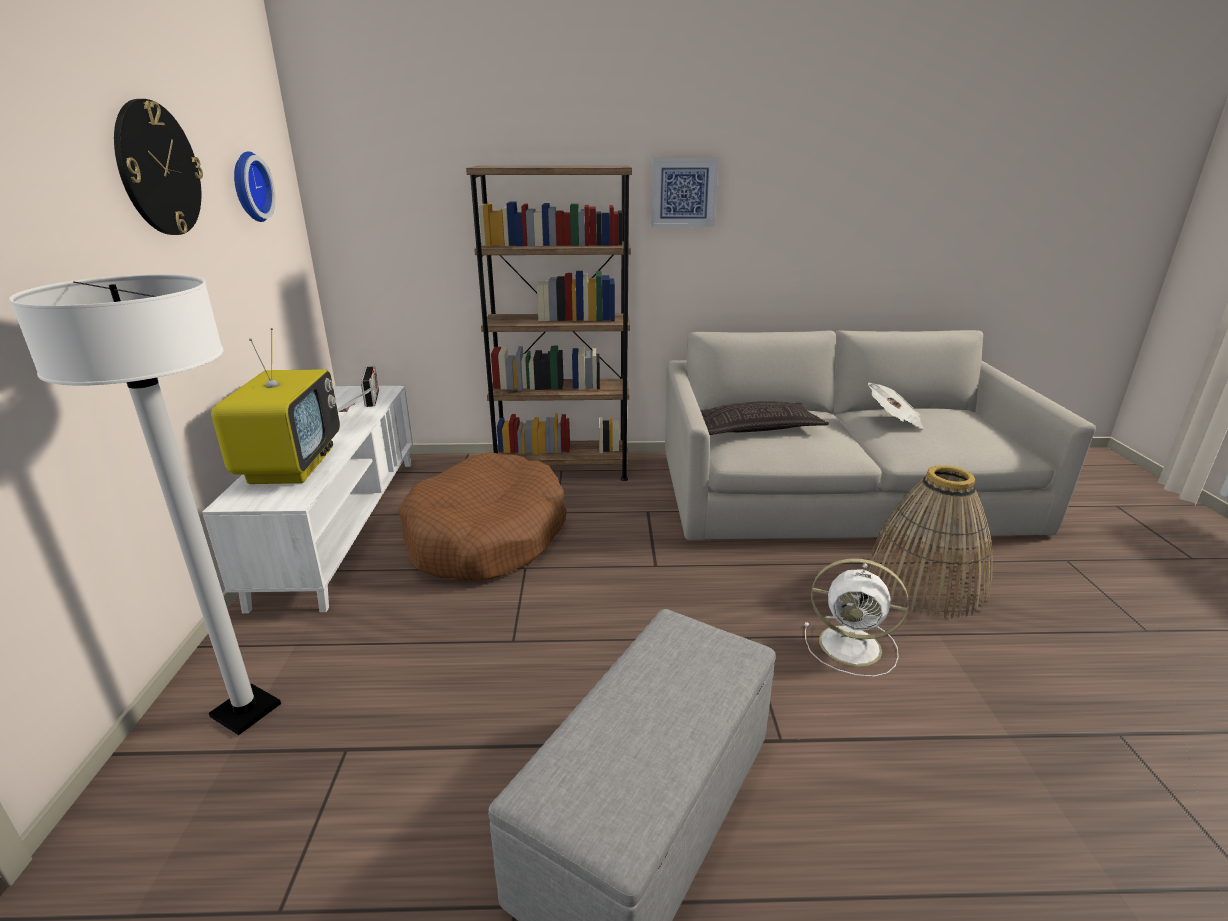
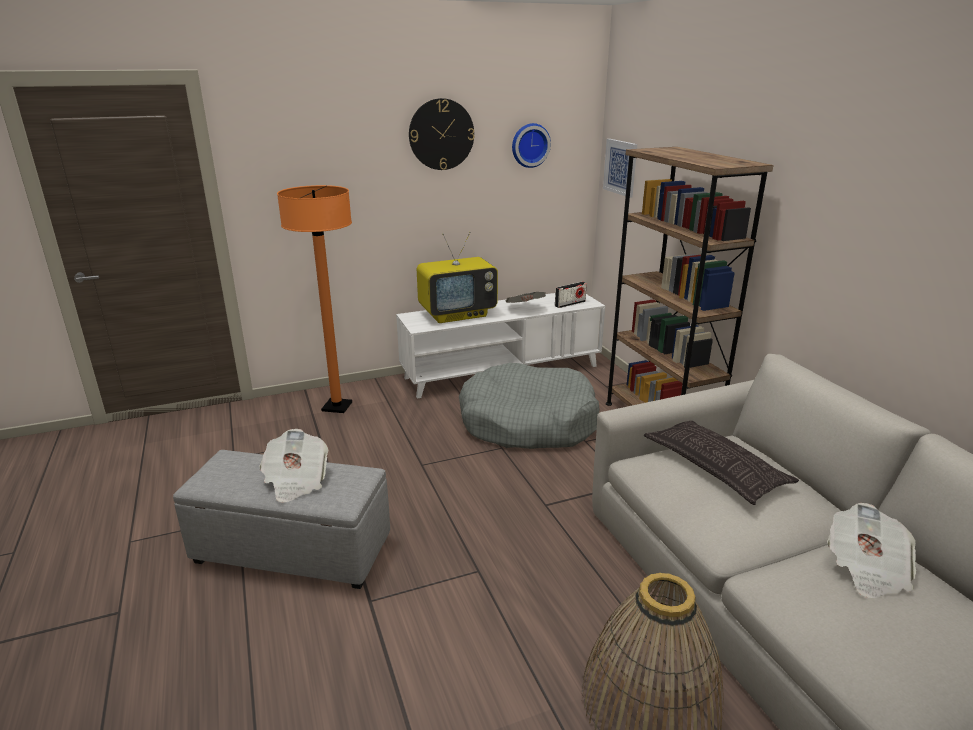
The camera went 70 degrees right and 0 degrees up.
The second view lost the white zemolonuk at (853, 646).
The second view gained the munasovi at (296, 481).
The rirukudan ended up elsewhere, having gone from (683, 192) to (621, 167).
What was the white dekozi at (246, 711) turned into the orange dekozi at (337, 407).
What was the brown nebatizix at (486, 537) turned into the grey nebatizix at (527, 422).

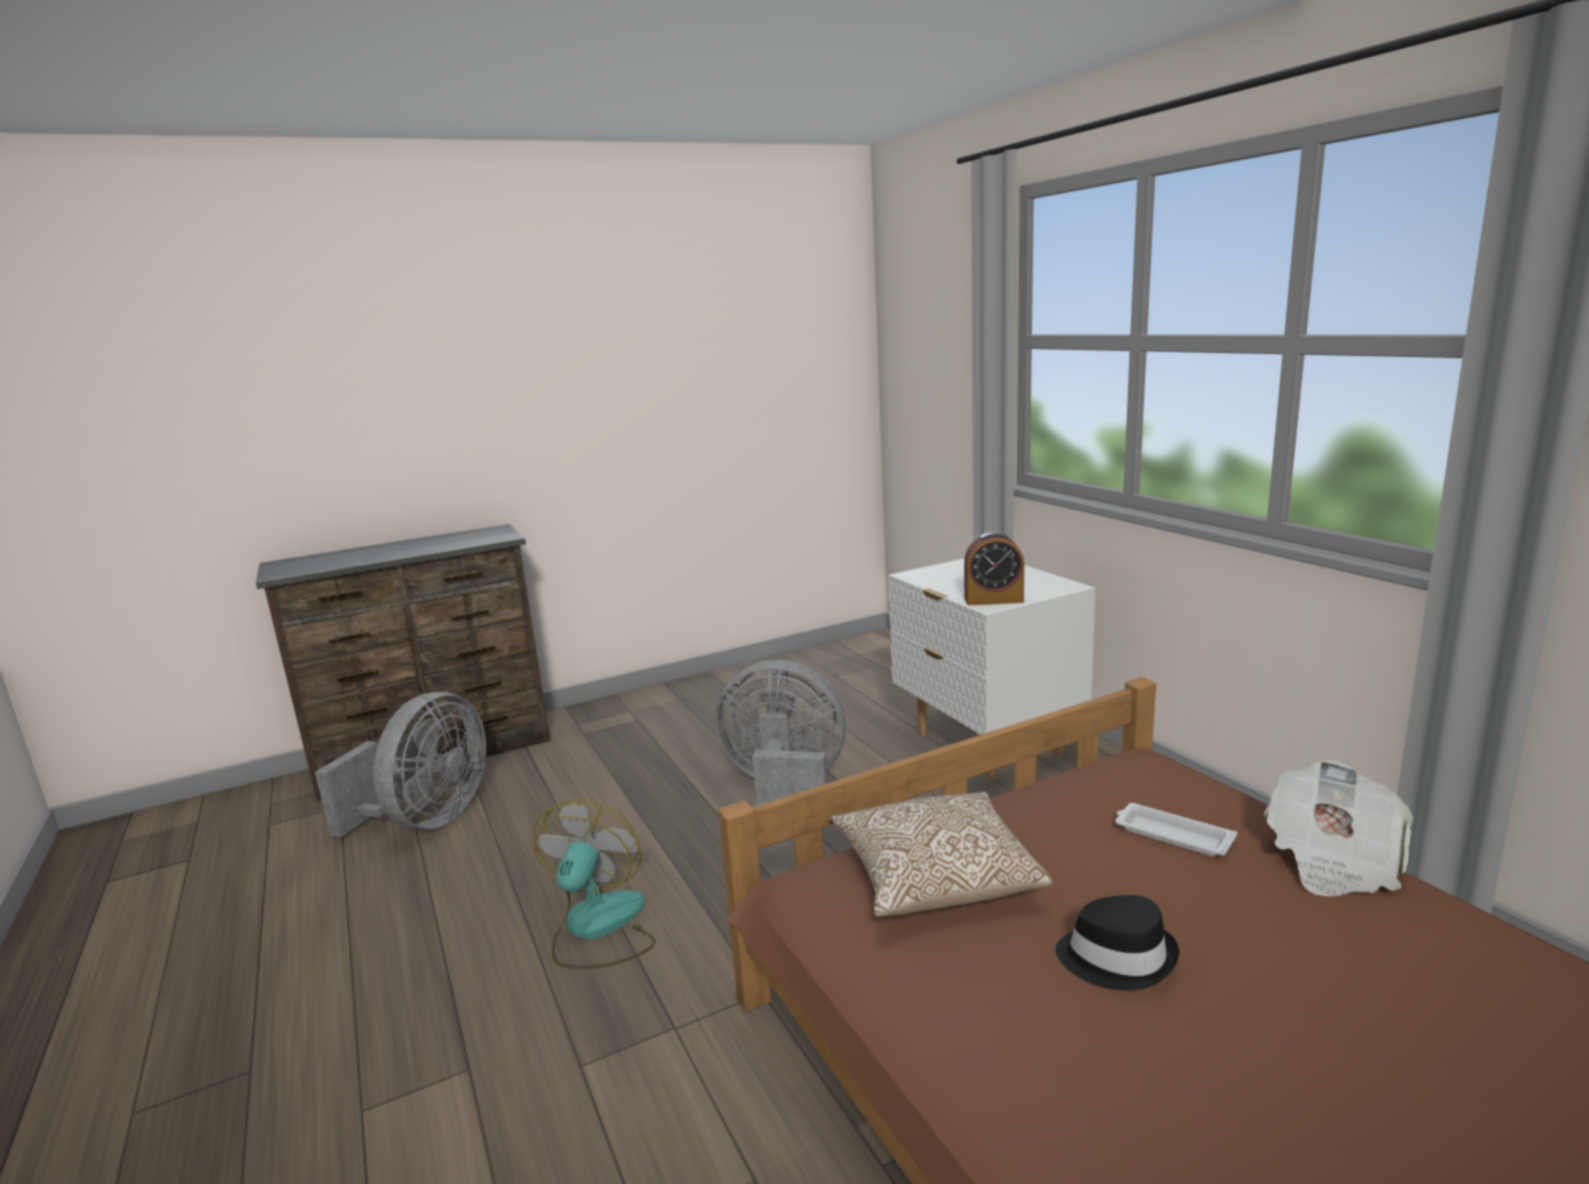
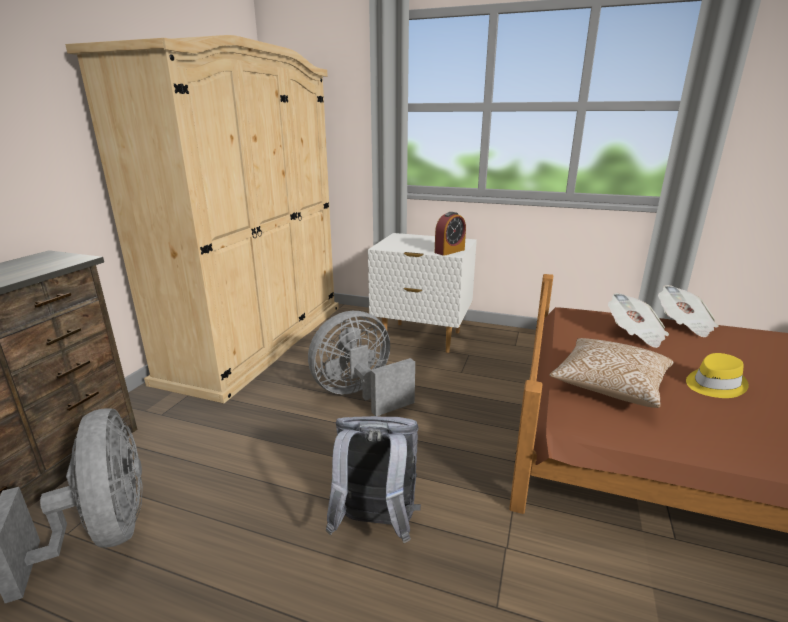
The camera went 45 degrees left and 5 degrees up.
The second view gained the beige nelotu at (258, 340).
Where the zemolonuk stood at (598, 928), the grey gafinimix came to stand at (375, 524).
Where the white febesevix stood at (1171, 835), the munasovi came to stand at (635, 334).
What was the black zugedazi at (1117, 957) turned into the yellow zugedazi at (713, 384).

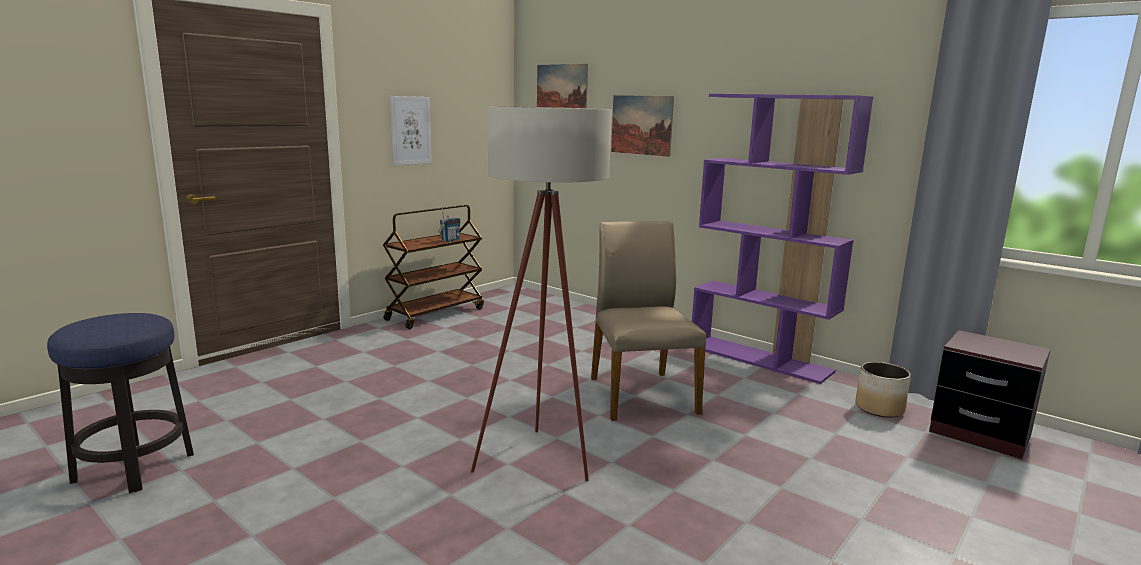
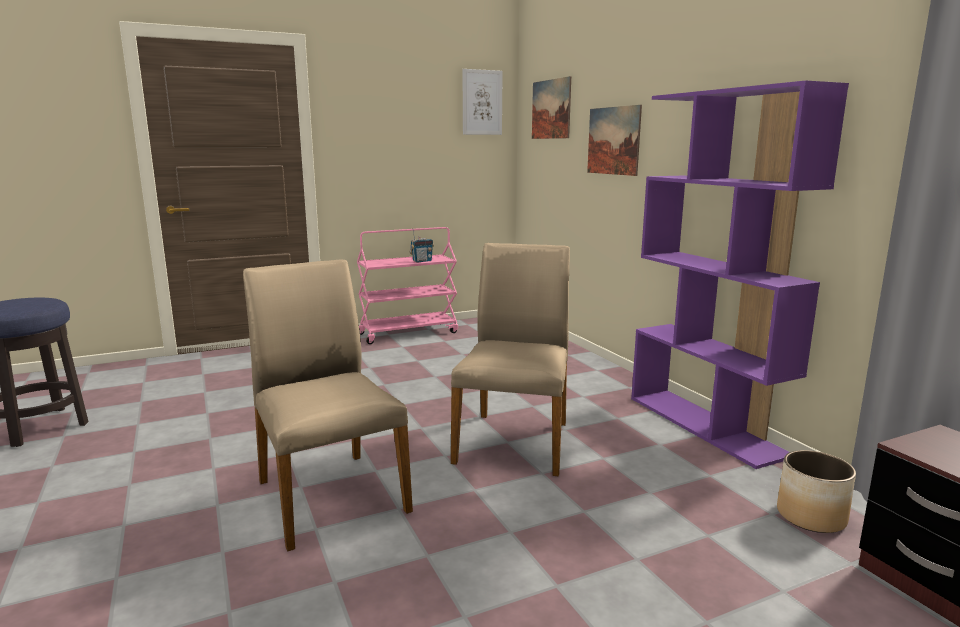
The camera went 25 degrees right and 0 degrees up.
The rirukudan ended up elsewhere, having gone from (410, 130) to (482, 102).
Where the beige dekozi stood at (542, 465), the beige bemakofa came to stand at (329, 495).
What was the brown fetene at (435, 314) turned into the pink fetene at (408, 333).

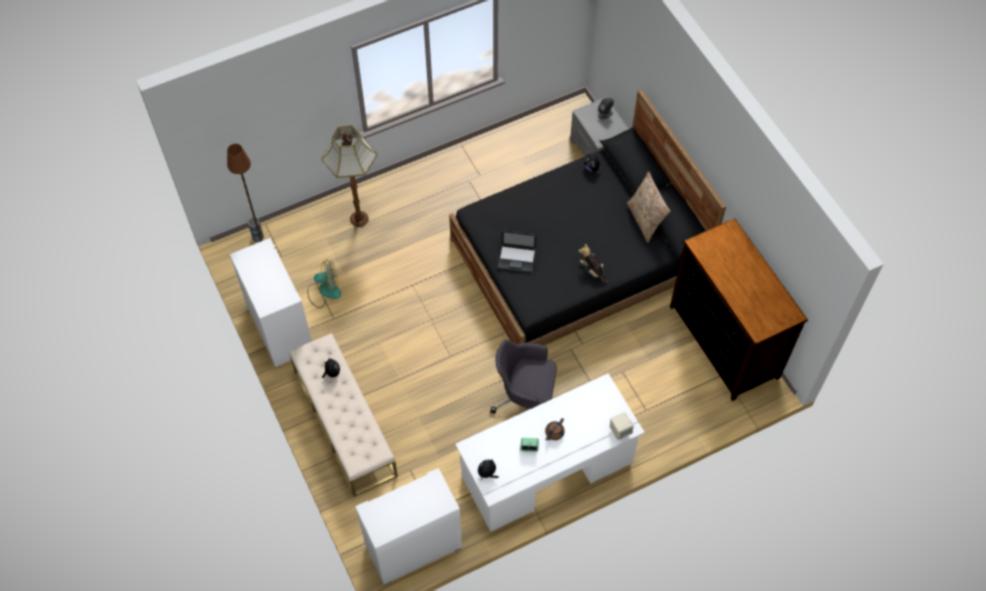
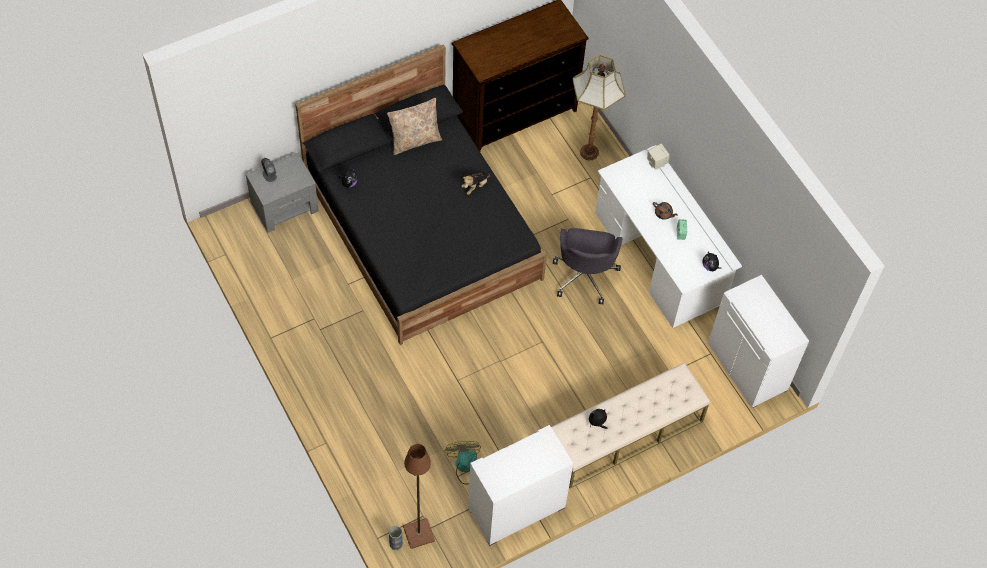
The camera went 95 degrees left and 0 degrees up.
The second view lost the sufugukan at (517, 258).
The dekozi ended up elsewhere, having gone from (360, 219) to (589, 151).

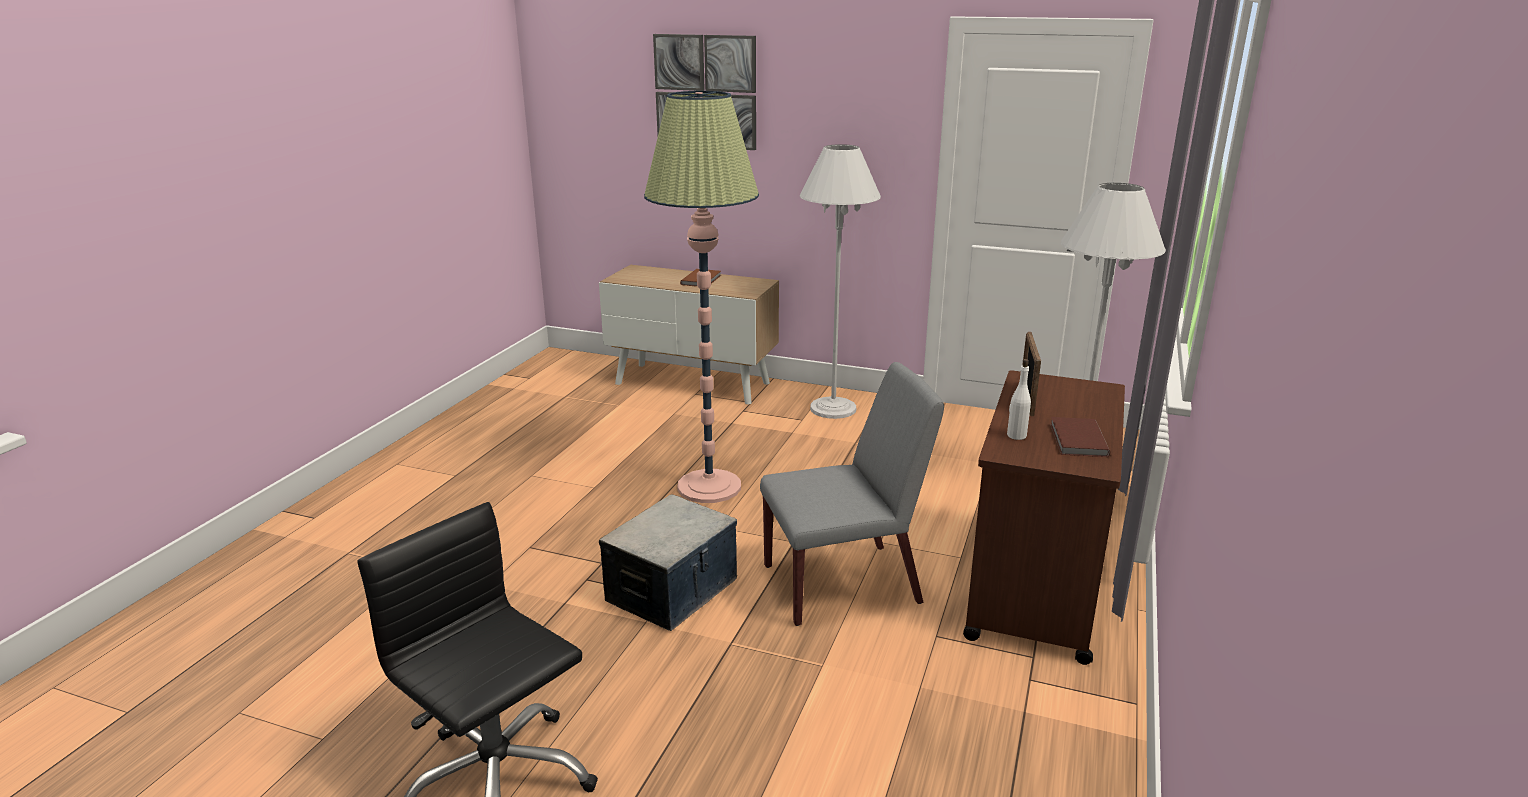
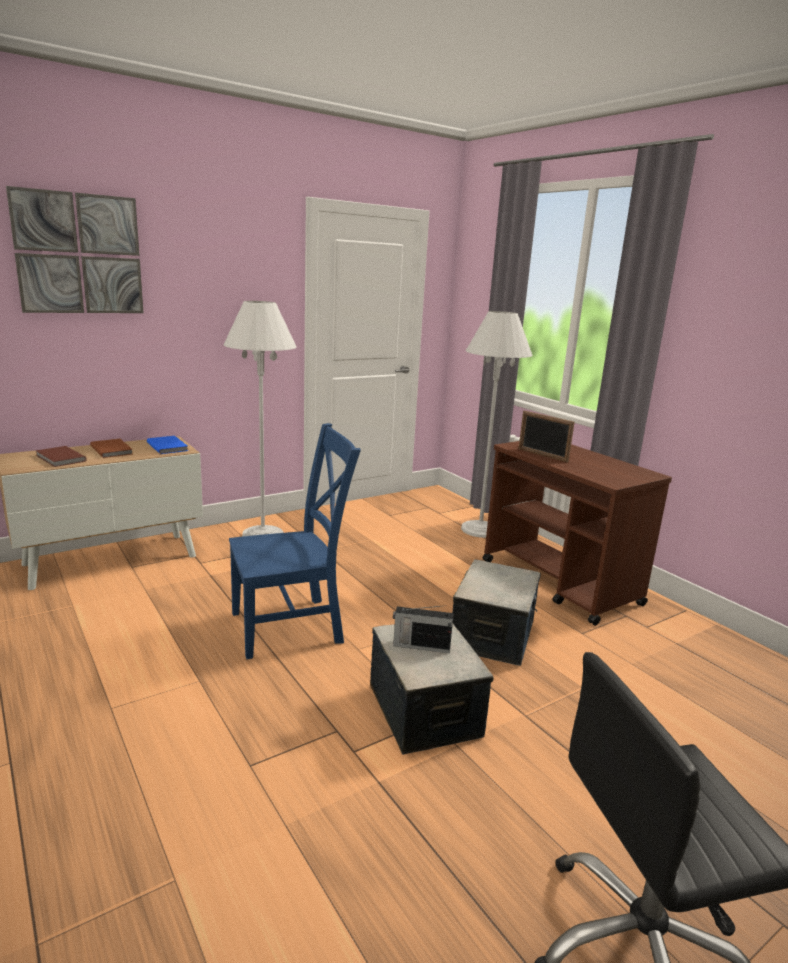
The camera went 55 degrees left and 5 degrees down.
The second view lost the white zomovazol at (1016, 435).
The second view gained the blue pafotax at (168, 446).
The second view gained the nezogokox at (420, 646).
The brown pafotax ended up elsewhere, having gone from (1076, 440) to (60, 459).
Where the dekozi stood at (709, 487), the blue bemakofa came to stand at (292, 626).
Where the grey bemakofa stood at (843, 584), the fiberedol came to stand at (493, 636).

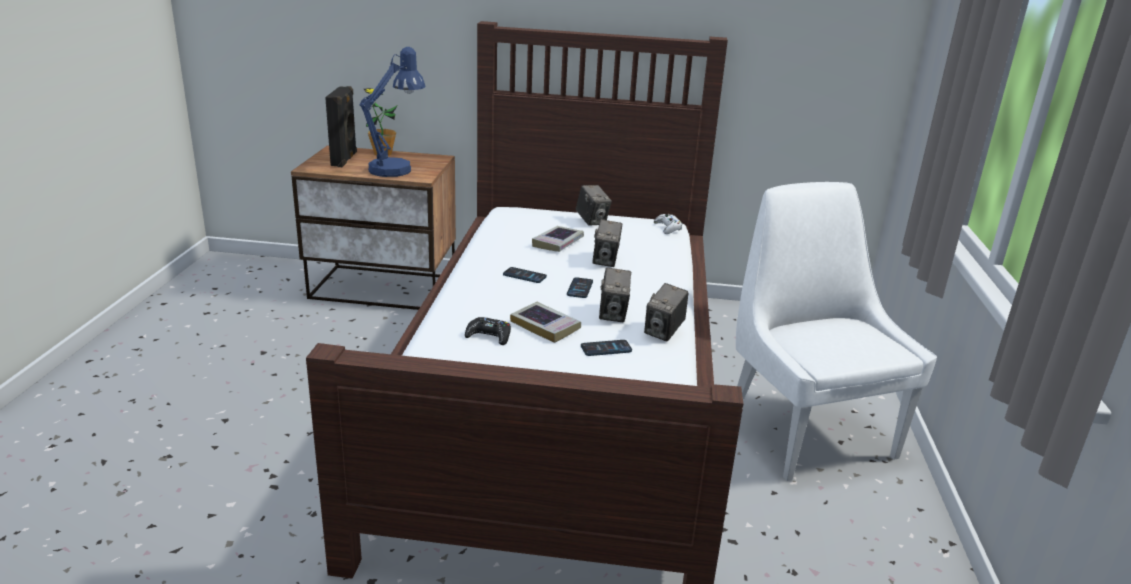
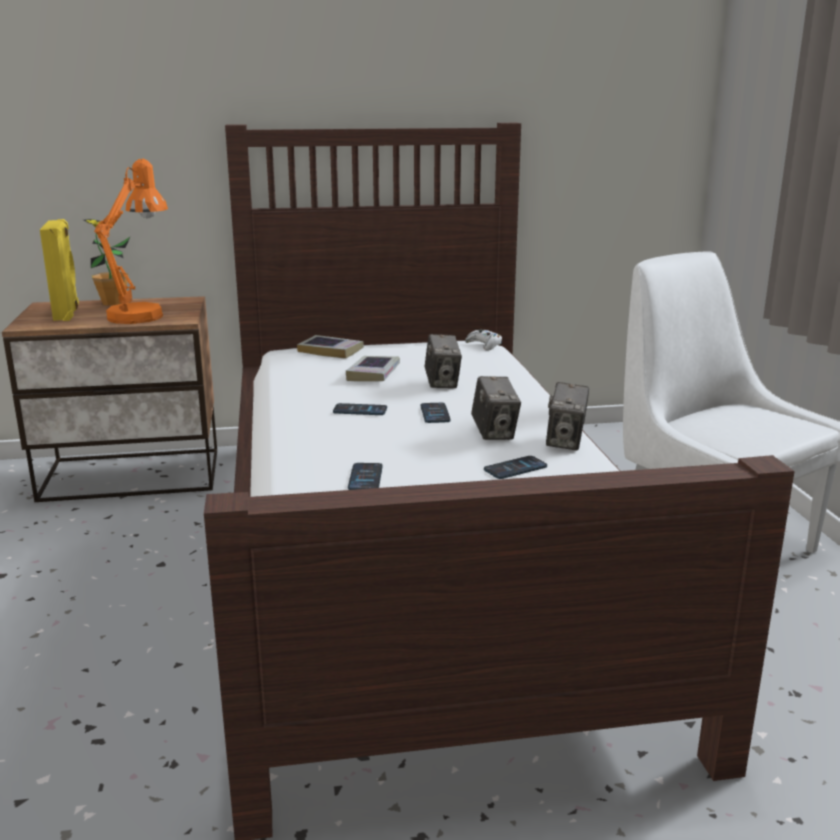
The camera went 15 degrees left and 5 degrees down.
The second view lost the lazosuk at (592, 221).
The pafotax ended up elsewhere, having gone from (545, 326) to (330, 351).
Where the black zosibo stood at (489, 336), the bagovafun came to stand at (365, 478).
What was the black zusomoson at (345, 159) turned into the yellow zusomoson at (67, 313).
What was the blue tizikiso at (396, 168) turned into the orange tizikiso at (142, 314).

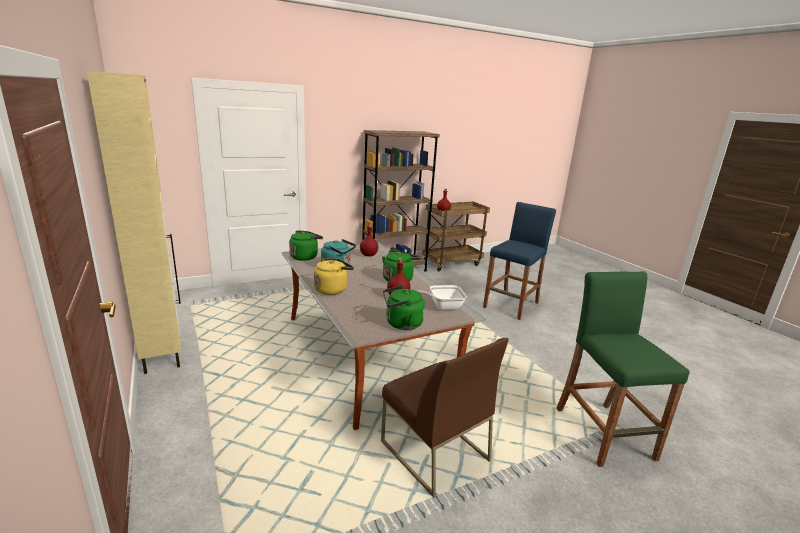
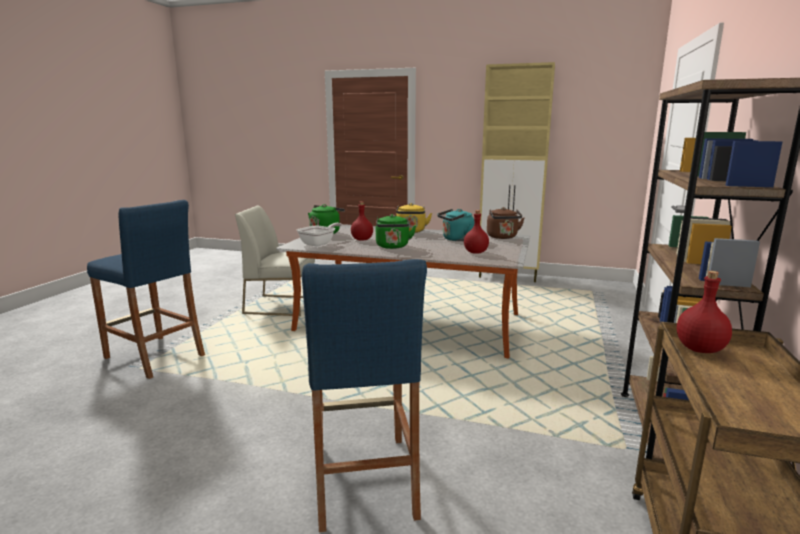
The camera went 135 degrees right and 5 degrees down.
What was the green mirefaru at (305, 257) turned into the brown mirefaru at (503, 237).
What was the brown bemakofa at (433, 451) turned into the white bemakofa at (281, 305).
What was the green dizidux at (603, 433) turned into the blue dizidux at (154, 356).

